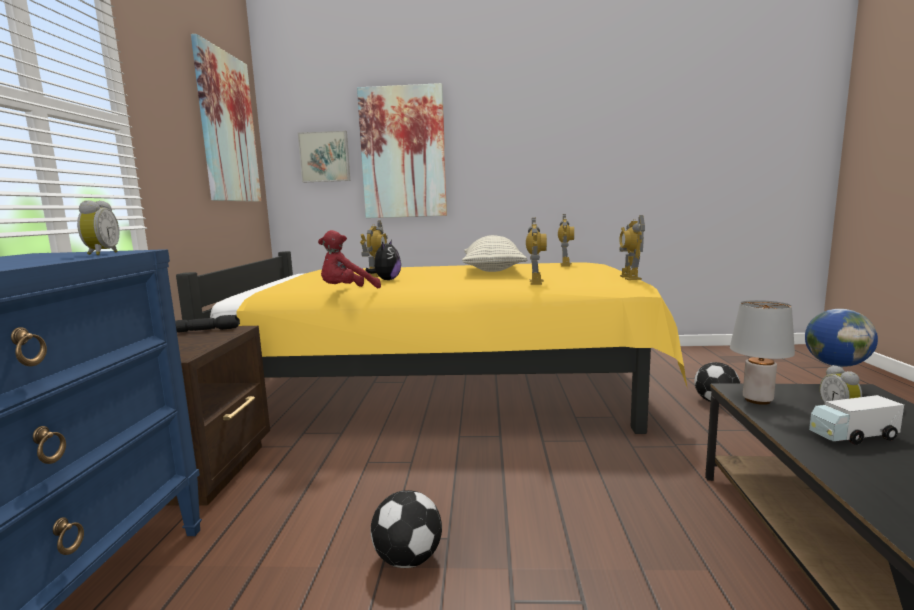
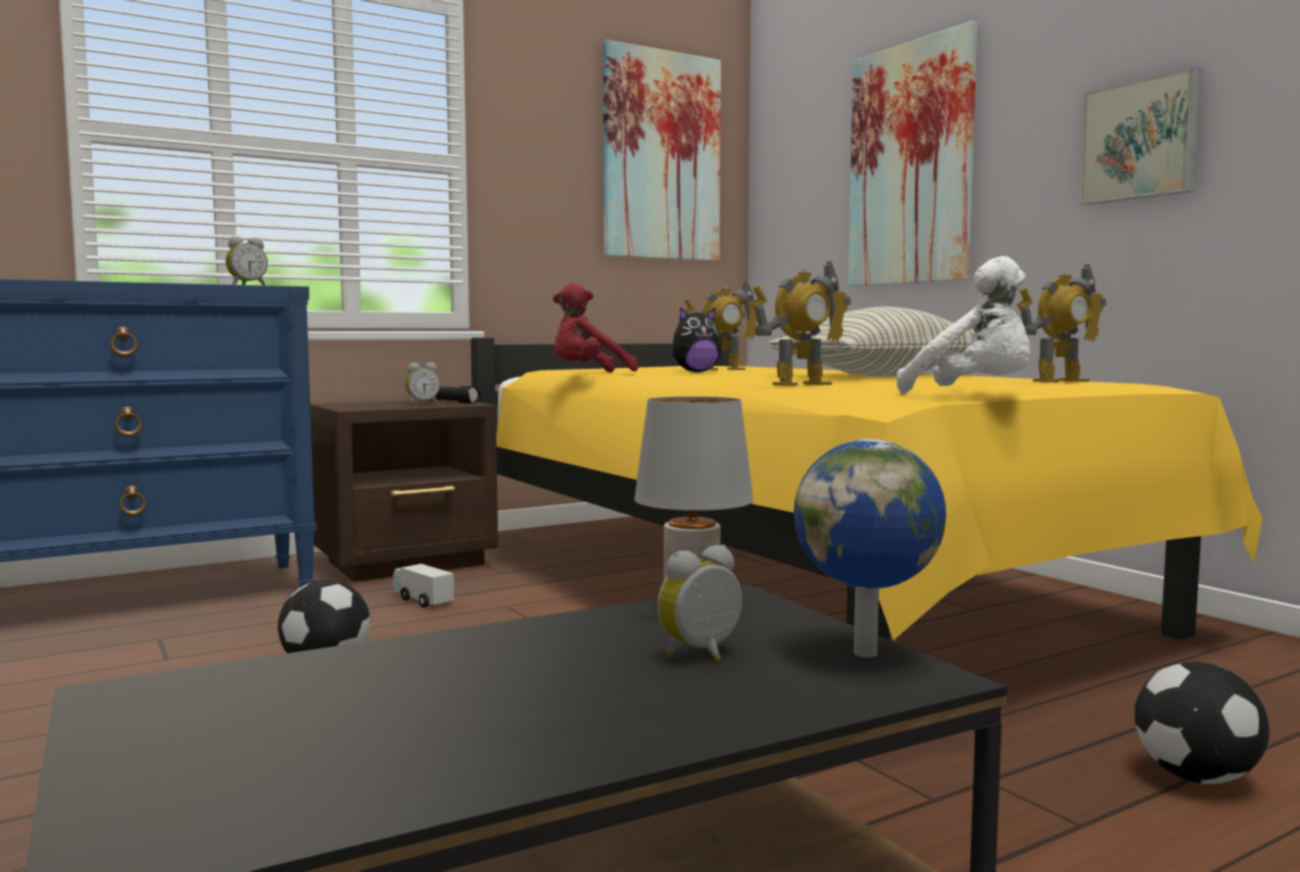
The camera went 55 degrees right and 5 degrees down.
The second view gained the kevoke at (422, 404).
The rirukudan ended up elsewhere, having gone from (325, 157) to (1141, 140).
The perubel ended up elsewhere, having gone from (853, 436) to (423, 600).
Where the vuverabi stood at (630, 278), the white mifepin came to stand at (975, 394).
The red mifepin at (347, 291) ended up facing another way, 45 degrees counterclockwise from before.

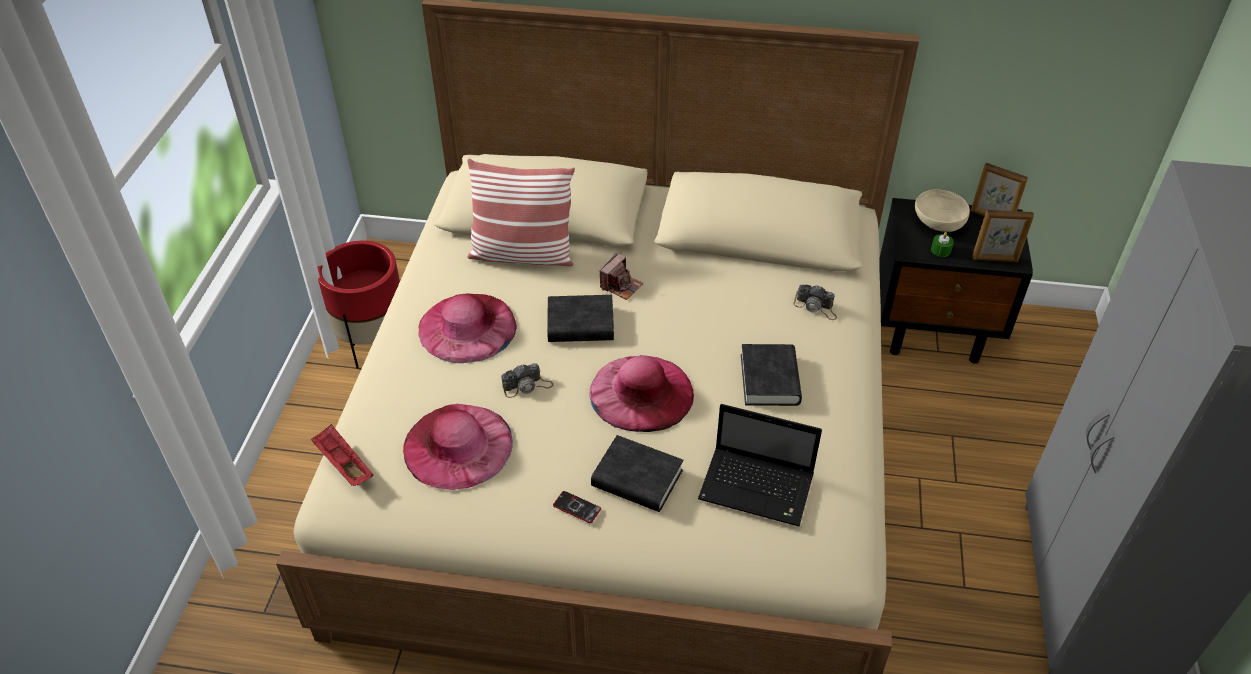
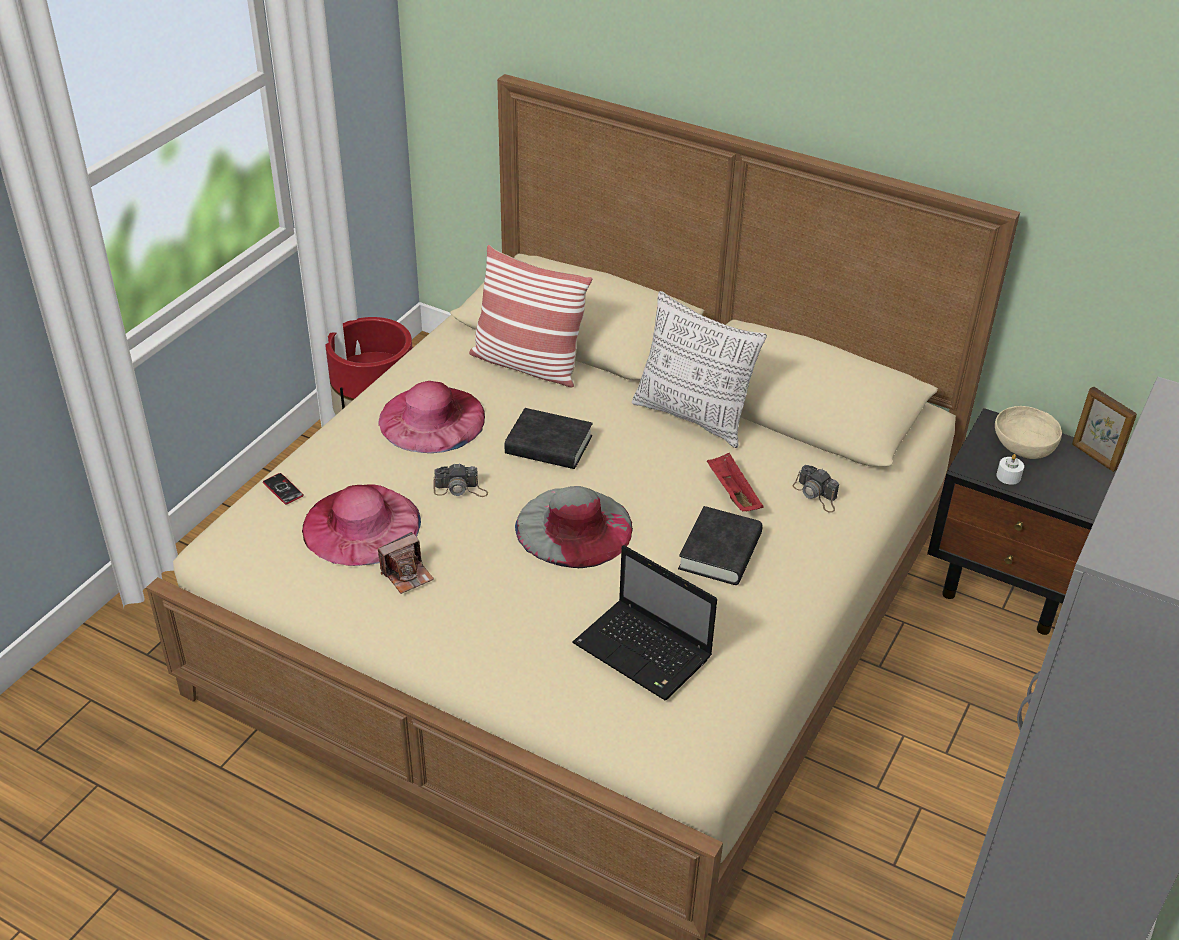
The camera went 20 degrees right and 5 degrees down.
The second view lost the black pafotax at (637, 479).
The second view lost the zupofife at (995, 259).
The second view gained the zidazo at (693, 417).
The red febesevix ended up elsewhere, having gone from (343, 464) to (732, 493).
The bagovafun ended up elsewhere, having gone from (577, 507) to (283, 489).
The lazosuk ended up elsewhere, having gone from (621, 286) to (407, 574).
What was the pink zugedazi at (641, 392) turned into the grey zugedazi at (574, 527).
What was the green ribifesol at (940, 250) turned into the white ribifesol at (1008, 476).

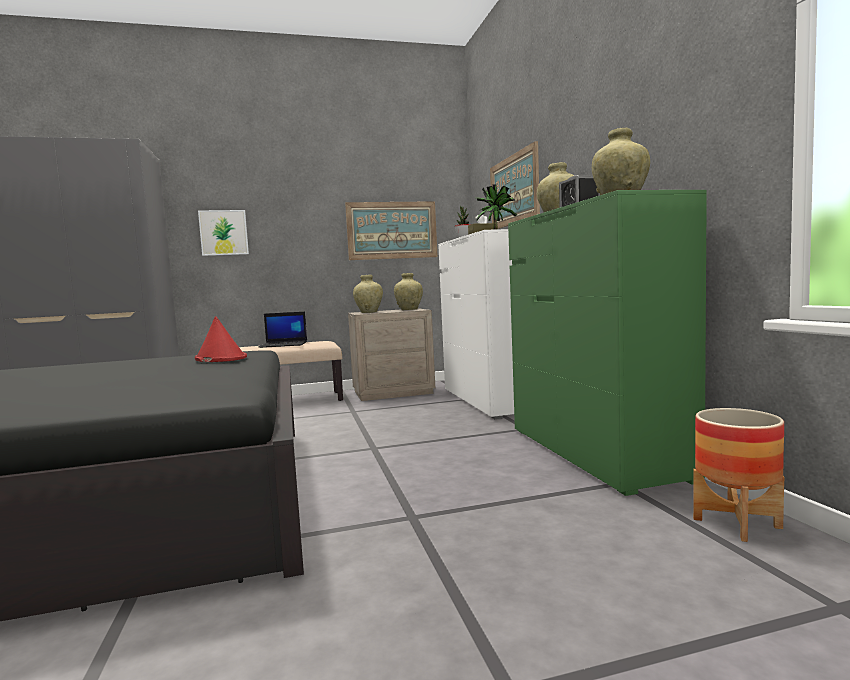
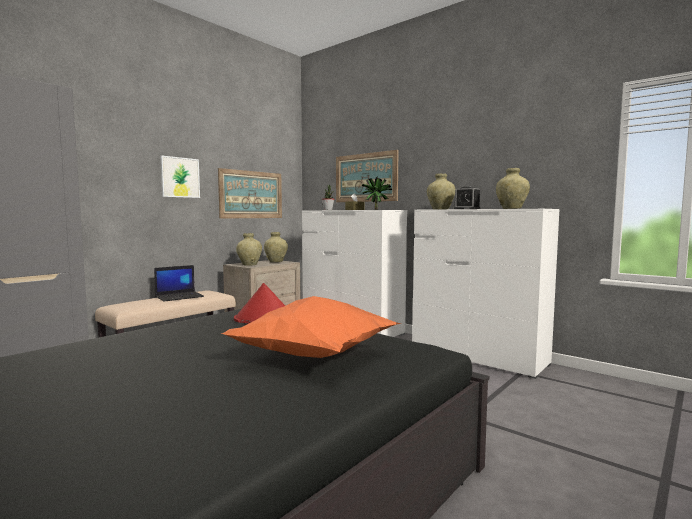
The camera went 35 degrees left and 0 degrees up.
The second view lost the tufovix at (737, 523).
The second view gained the orange zidazo at (316, 357).
The rirukudan ended up elsewhere, having gone from (224, 232) to (180, 177).
What was the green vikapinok at (594, 453) turned into the white vikapinok at (478, 357).

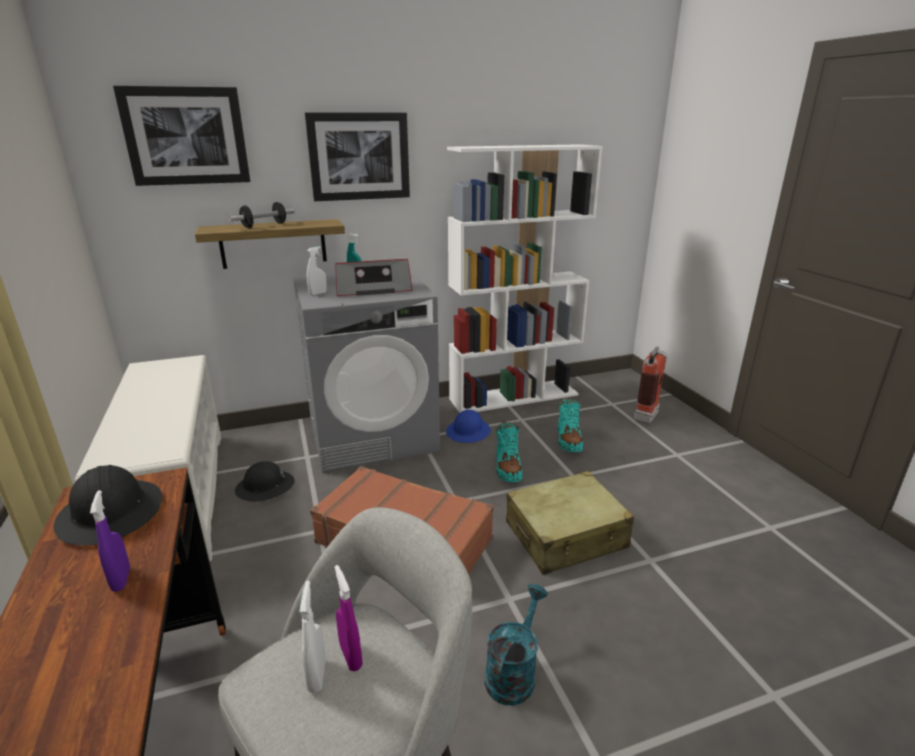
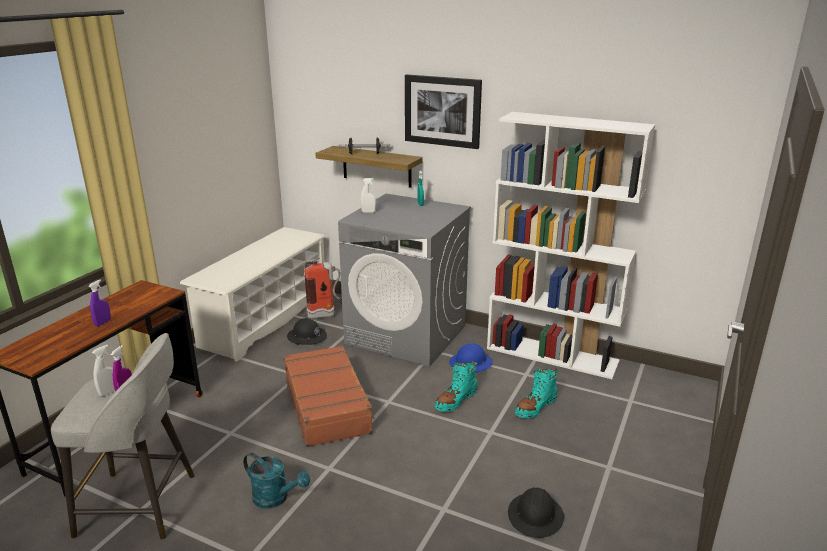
The camera went 45 degrees right and 0 degrees up.
The second view lost the rirukudan at (186, 136).
The second view lost the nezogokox at (373, 289).
The second view lost the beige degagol at (566, 536).
The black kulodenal ended up elsewhere, having gone from (112, 513) to (535, 516).
The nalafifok ended up elsewhere, having gone from (647, 414) to (326, 315).
The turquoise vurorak at (513, 671) ended up facing another way, 45 degrees clockwise from before.

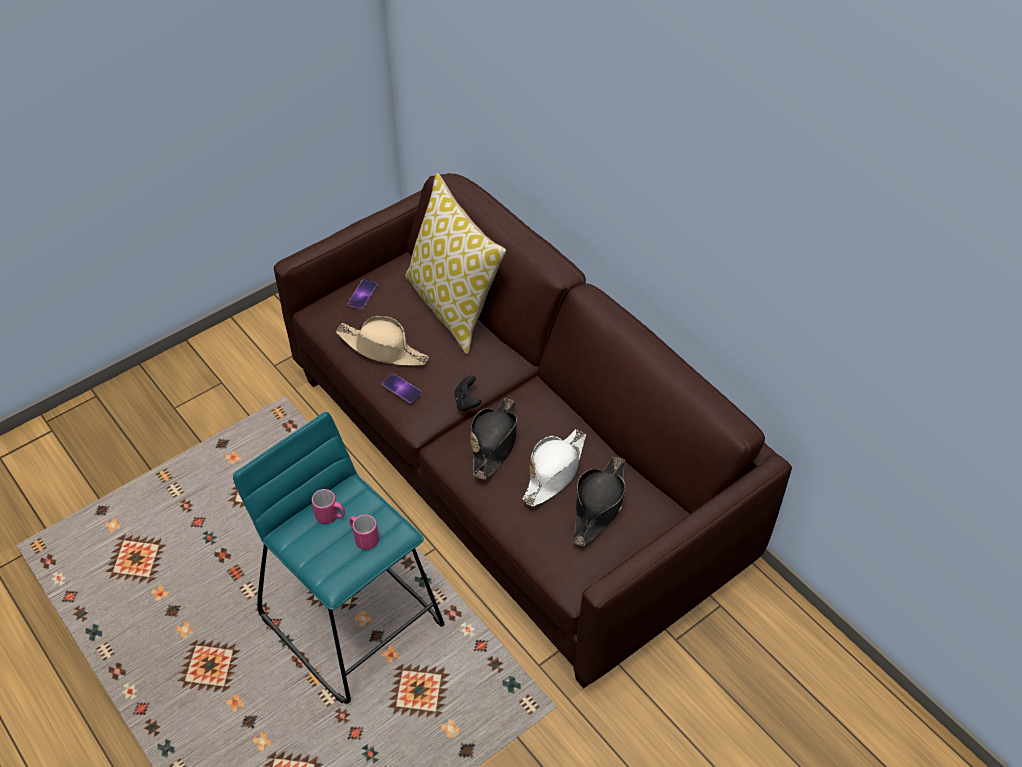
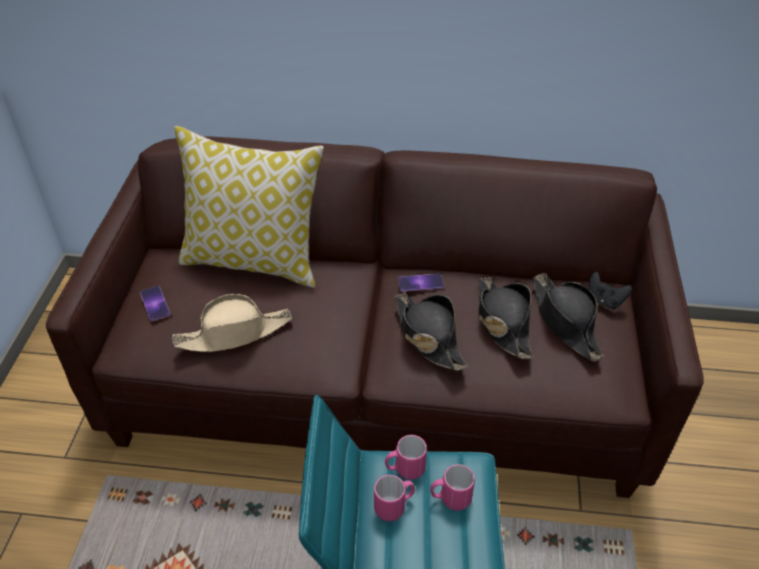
The camera went 45 degrees left and 5 degrees down.
The second view gained the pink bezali at (405, 469).
The bagovafun ended up elsewhere, having gone from (401, 388) to (420, 283).
The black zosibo ended up elsewhere, having gone from (467, 402) to (604, 300).
What was the white zugedazi at (555, 471) turned into the black zugedazi at (502, 322).

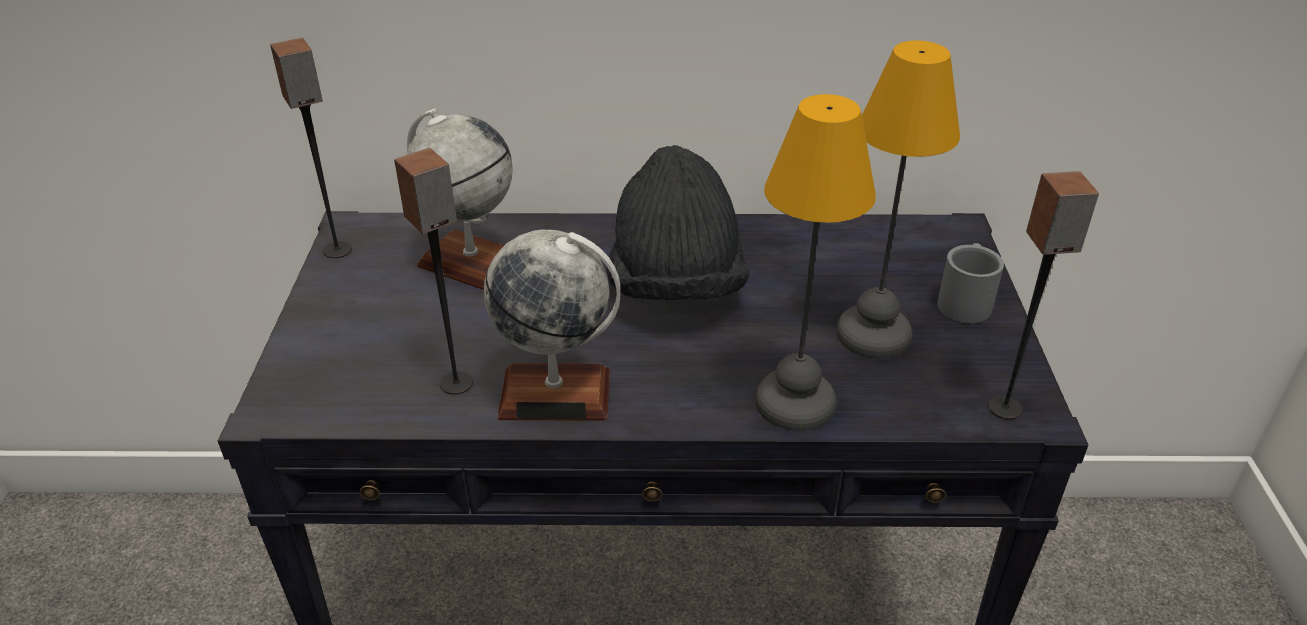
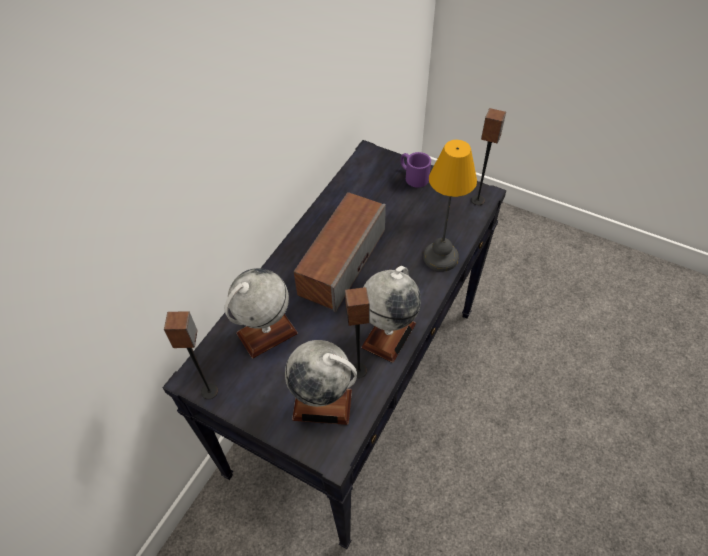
The camera went 60 degrees left and 15 degrees up.
The second view lost the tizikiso at (870, 333).
The second view gained the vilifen at (322, 404).
Where the black zugedazi stood at (675, 286), the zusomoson came to stand at (342, 262).
What was the grey bezali at (965, 299) turned into the purple bezali at (413, 176).

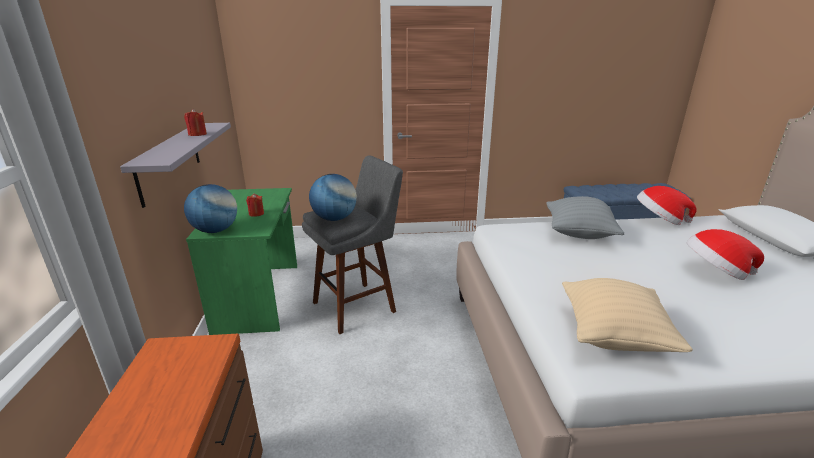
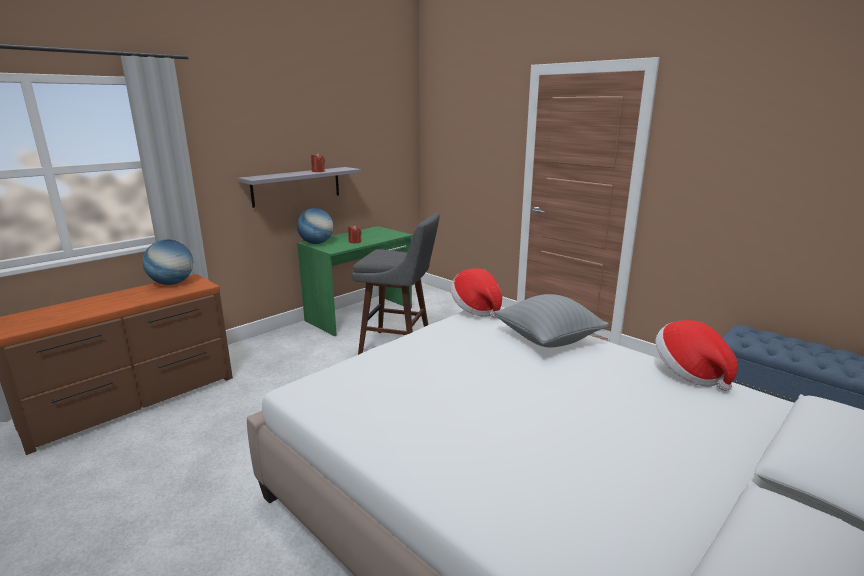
The camera went 50 degrees right and 5 degrees down.
The second view lost the beige zidazo at (613, 335).
The vilifen ended up elsewhere, having gone from (334, 219) to (172, 283).
The zugedazi ended up elsewhere, having gone from (715, 272) to (476, 309).

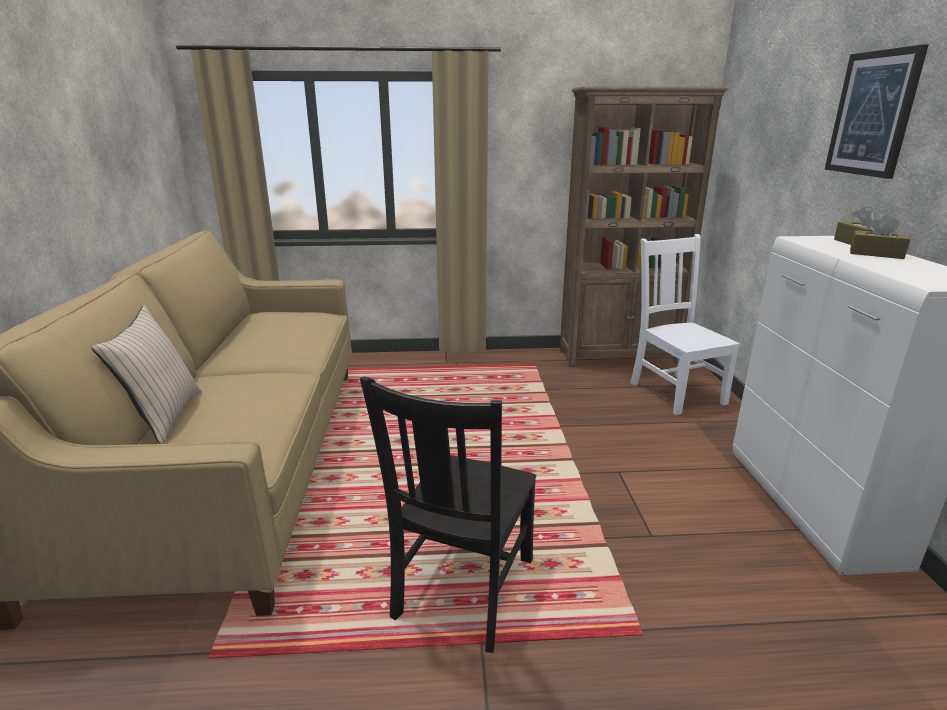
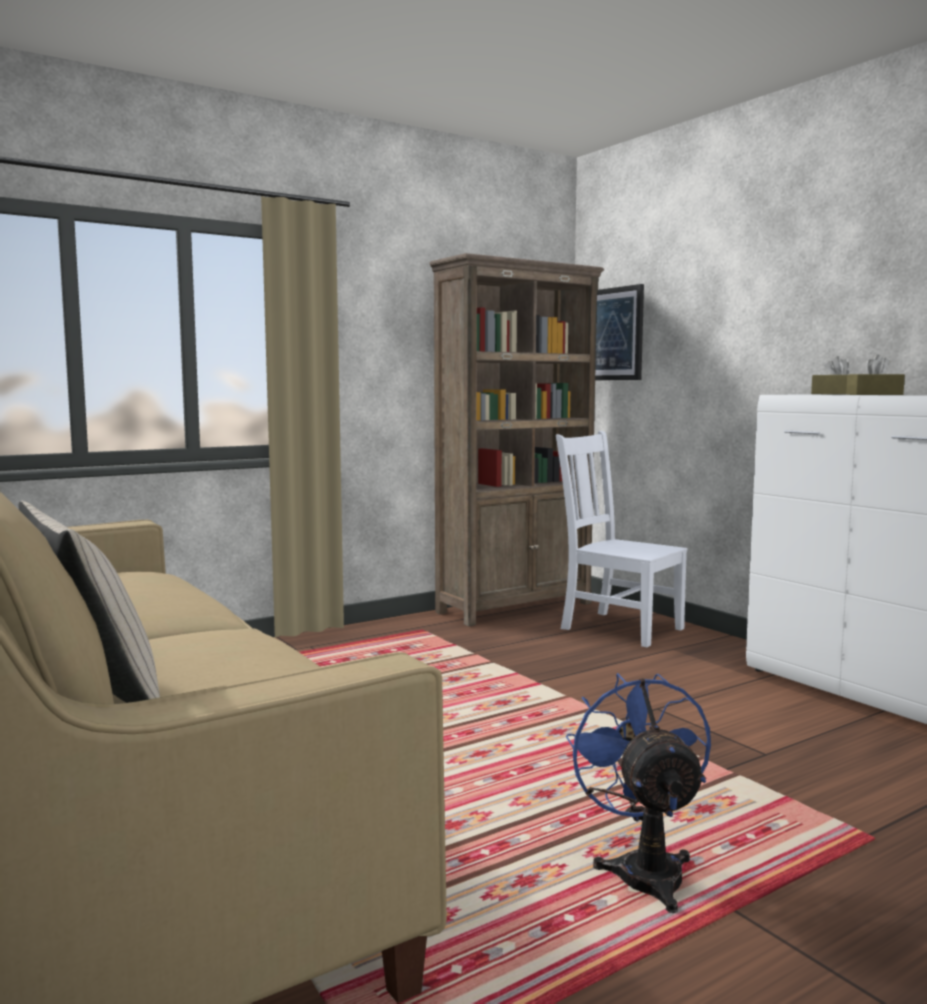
The camera went 30 degrees left and 15 degrees down.
The rirukudan ended up elsewhere, having gone from (873, 114) to (614, 334).
Where the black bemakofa stood at (462, 591), the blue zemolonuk came to stand at (644, 869).

